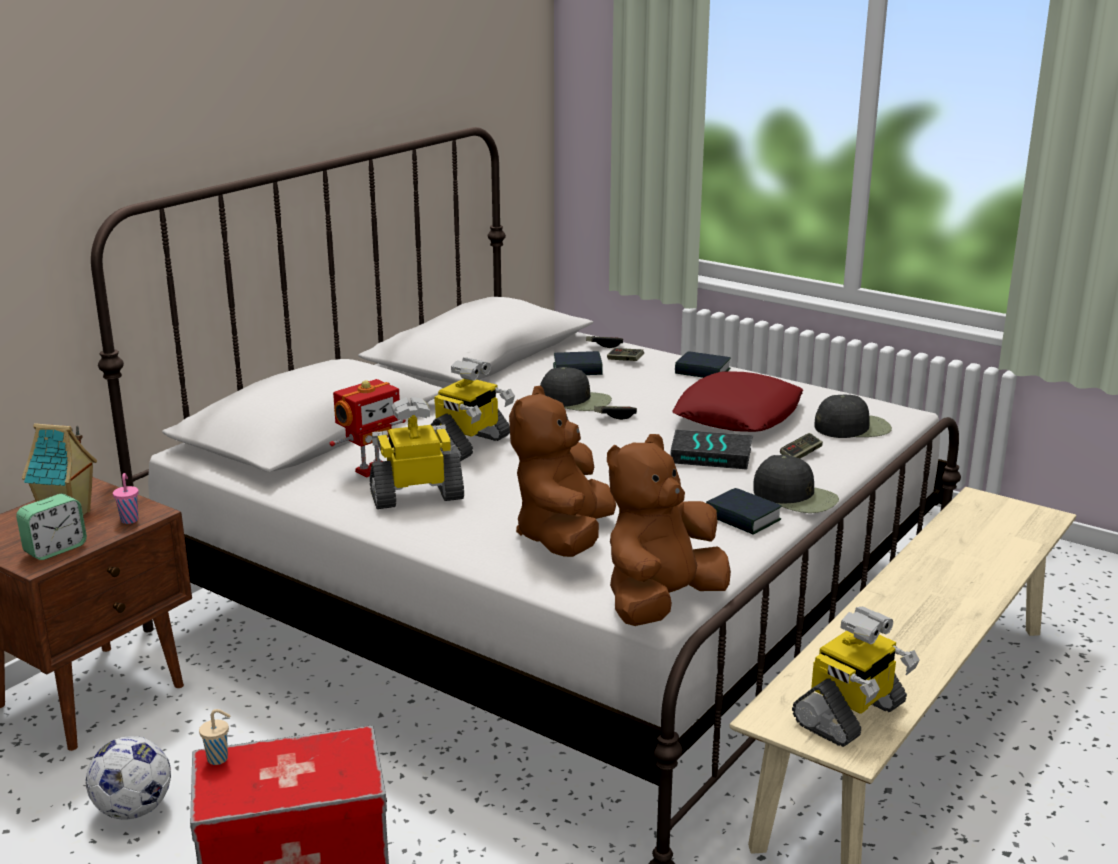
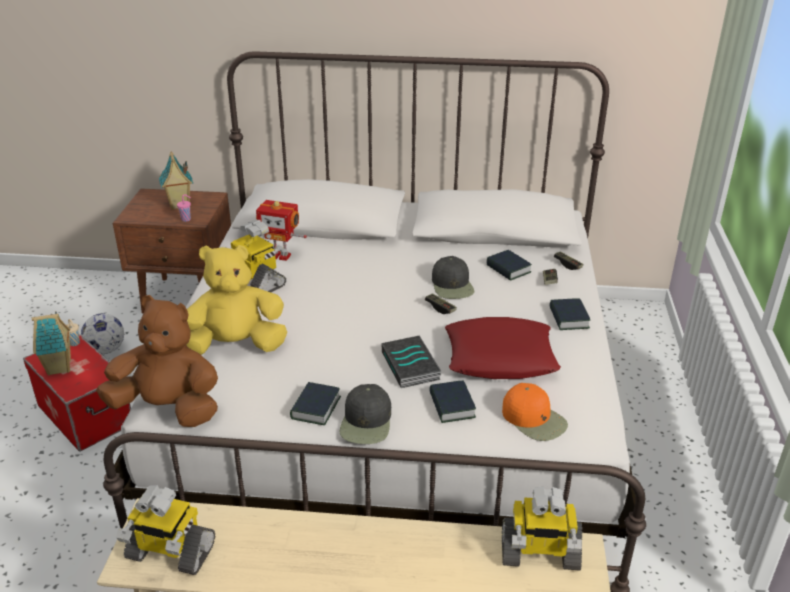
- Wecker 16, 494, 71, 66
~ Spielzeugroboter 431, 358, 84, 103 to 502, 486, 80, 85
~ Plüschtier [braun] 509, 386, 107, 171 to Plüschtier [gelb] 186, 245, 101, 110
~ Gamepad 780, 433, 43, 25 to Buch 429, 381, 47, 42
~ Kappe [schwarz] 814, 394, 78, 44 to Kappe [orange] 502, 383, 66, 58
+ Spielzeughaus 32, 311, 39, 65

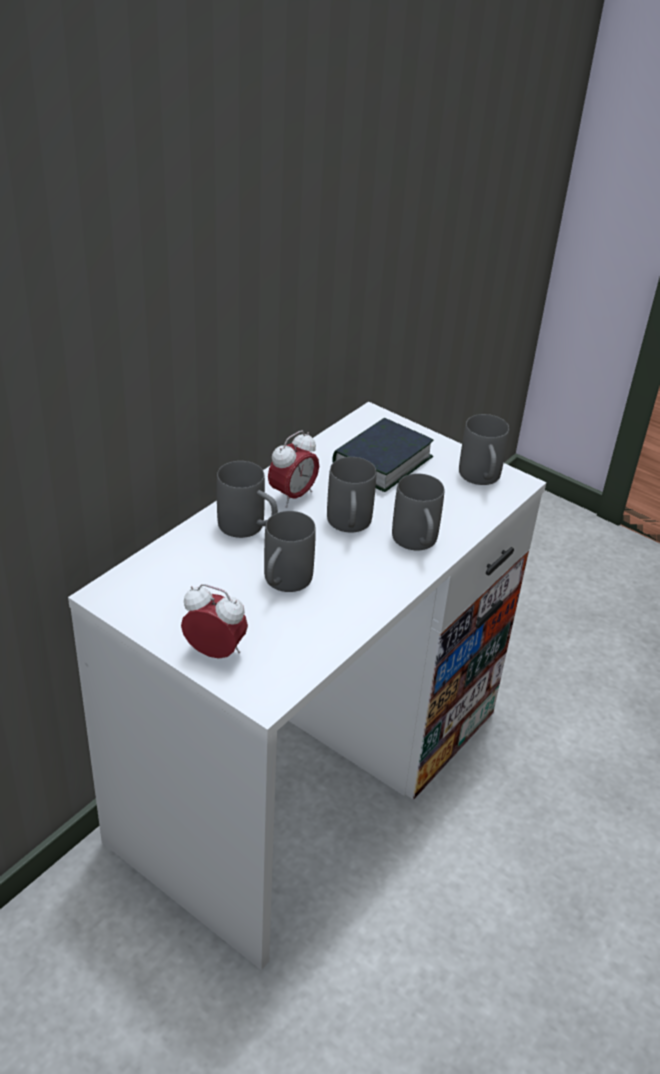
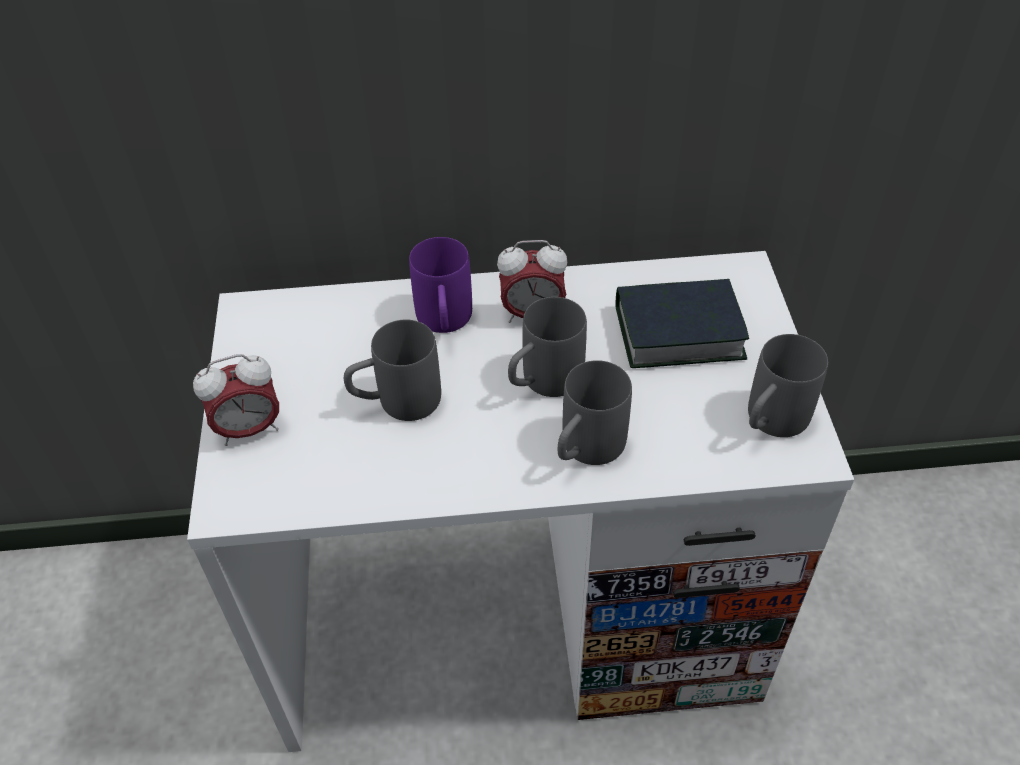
~ Wecker 181, 584, 67, 75 = 193, 354, 86, 92 90 degrees clockwise
~ Henkelbecher [grau] 217, 461, 61, 77 to Henkelbecher [lila] 409, 237, 63, 96

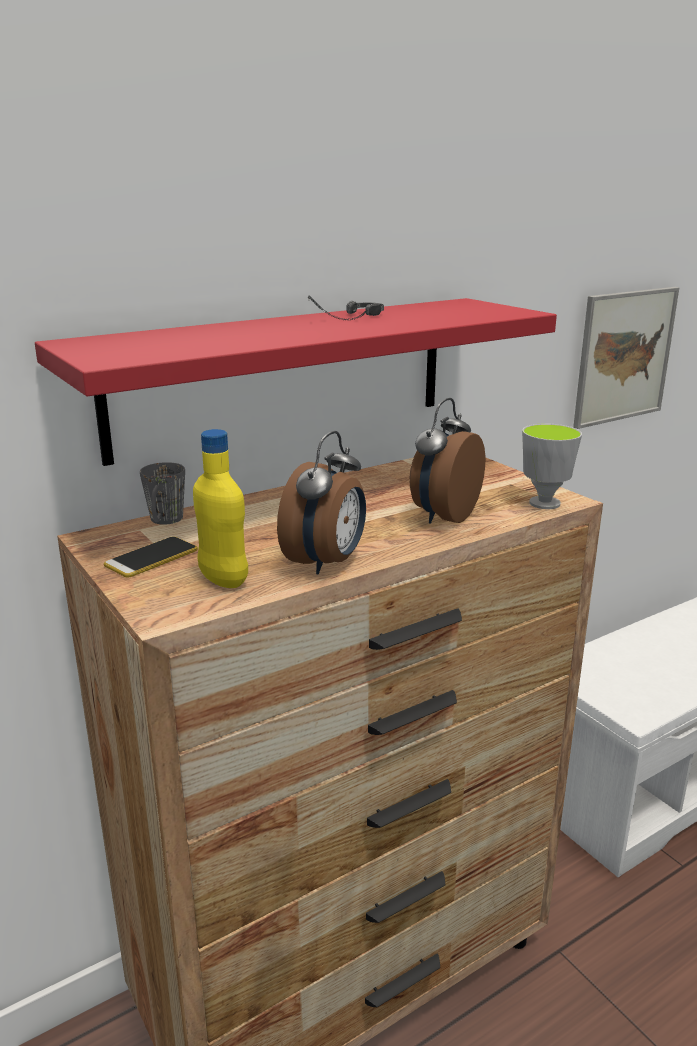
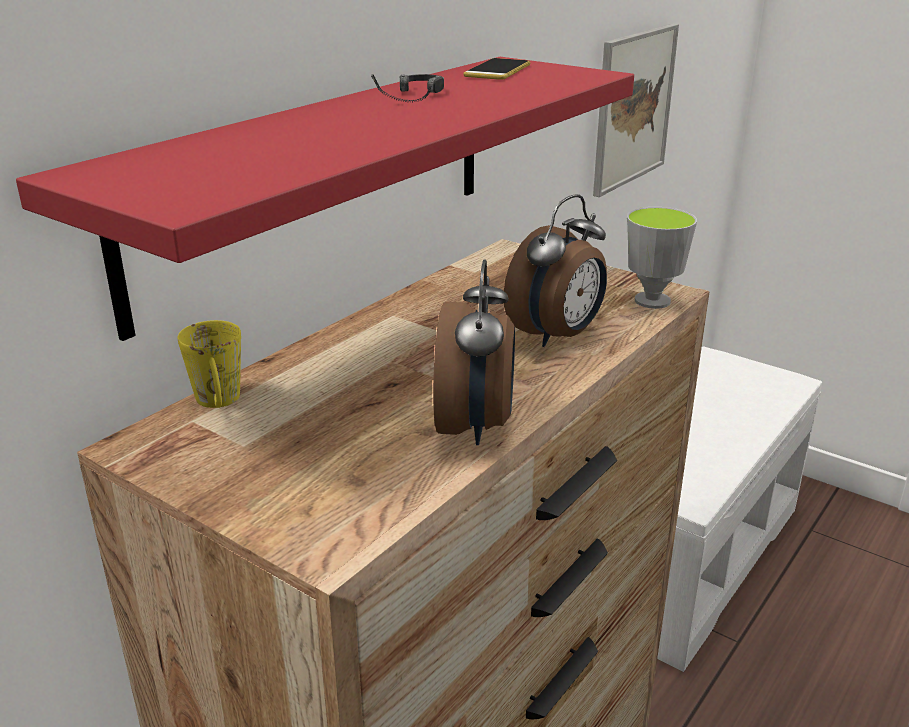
~ Handy 104, 536, 94, 42 to 463, 58, 67, 22
~ Henkelbecher [grau] 140, 462, 45, 63 to Henkelbecher [gelb] 178, 320, 63, 88
- Flasche [gelb] 193, 429, 55, 159
~ Wecker 409, 398, 76, 126 = 504, 194, 103, 153 150 degrees counterclockwise

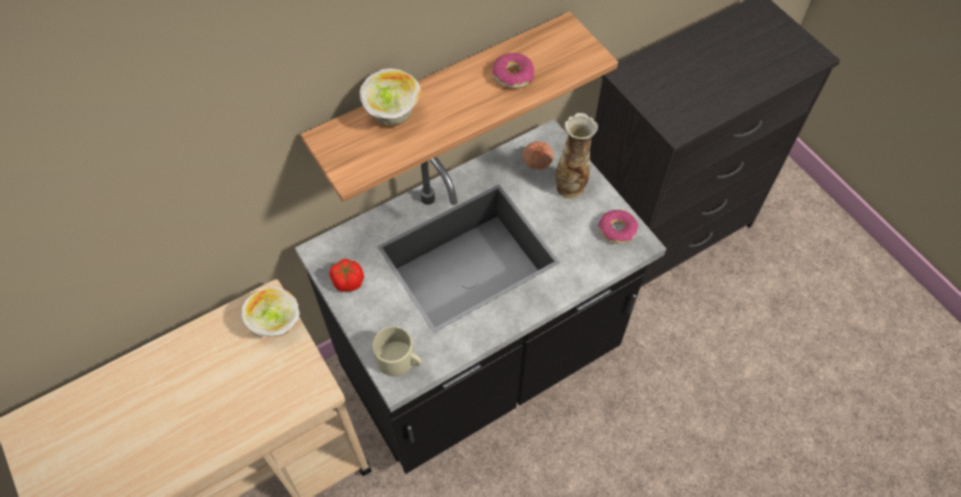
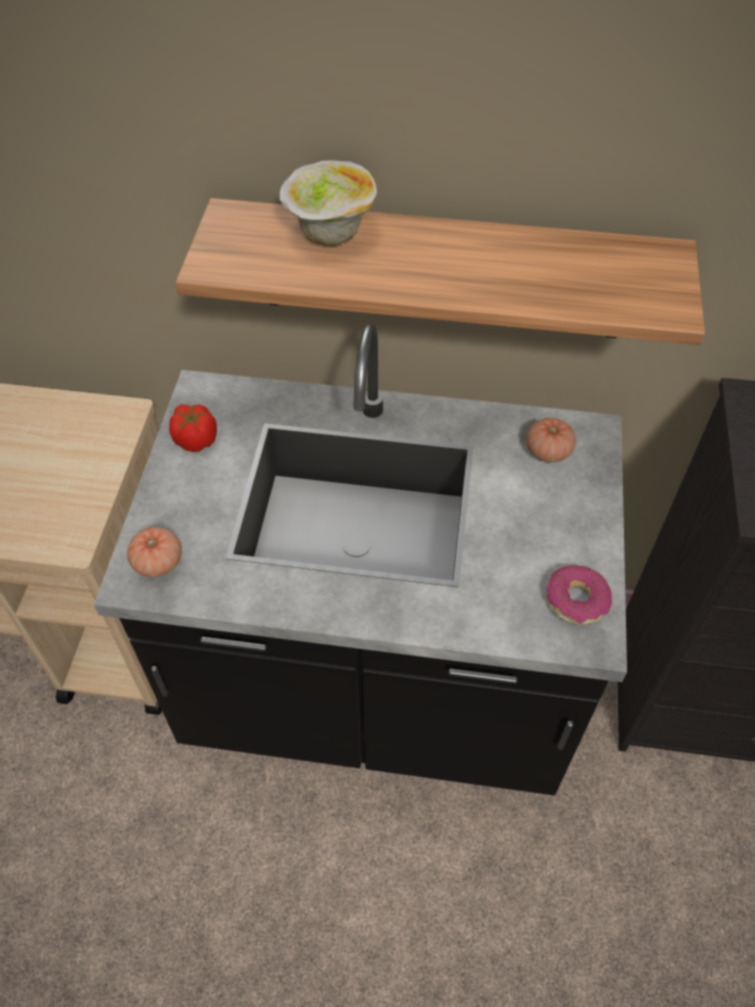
- Schüssel 241, 287, 59, 50
~ Henkelbecher [beige] 372, 326, 50, 51 to Tomate 127, 527, 55, 50
- Donut 493, 53, 41, 35
- Vase 556, 113, 42, 86

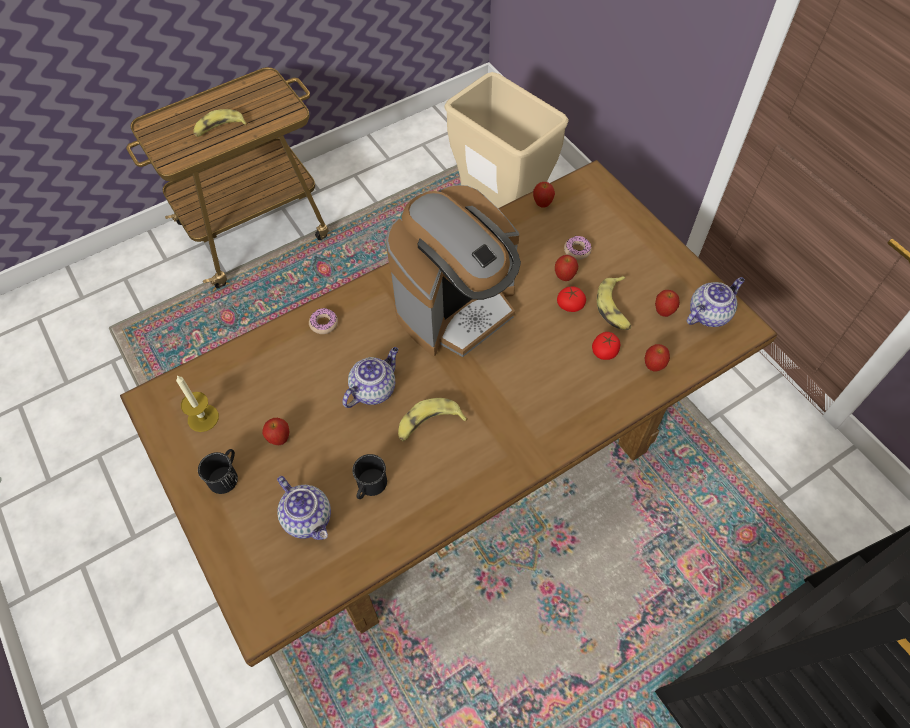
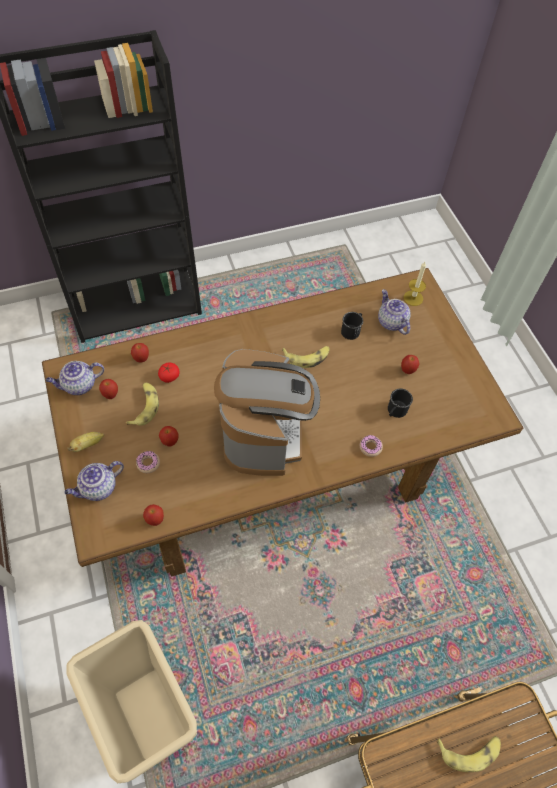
~ Kerze 176, 375, 43, 57 to 404, 262, 22, 44
~ Henkelbecher [schwarz] 198, 449, 40, 45 to 388, 388, 25, 30
~ Teekanne 342, 347, 56, 61 to 65, 461, 59, 40
~ Kaffeemaschine 386, 185, 135, 172 = 214, 349, 106, 127 120 degrees clockwise
- Tomate 557, 287, 29, 25
+ Banane 67, 432, 38, 20

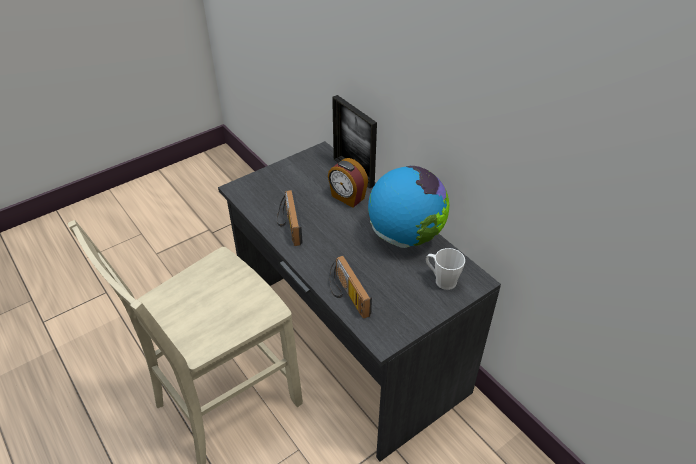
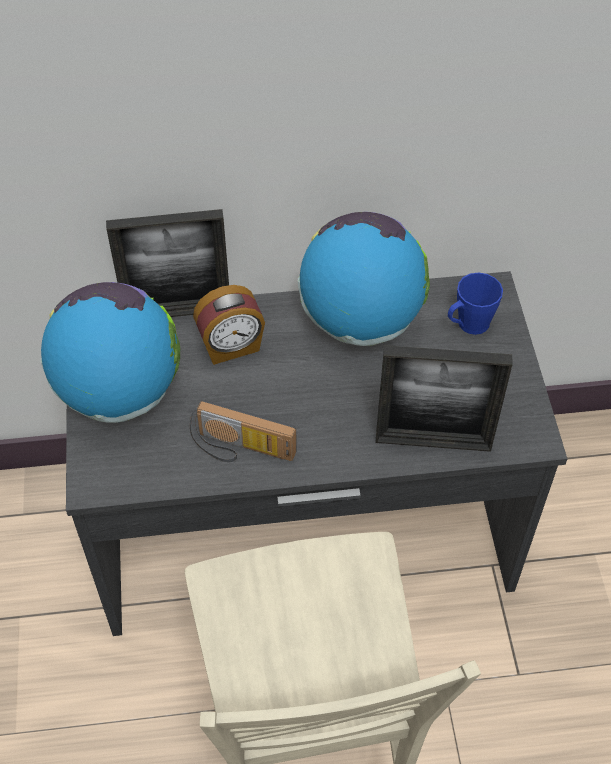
~ Radio 329, 255, 43, 64 to Bilderrahmen 375, 345, 138, 107
~ Henkelbecher [weiß] 426, 248, 39, 42 to Henkelbecher [blau] 448, 272, 55, 63
+ Globus 41, 282, 139, 141

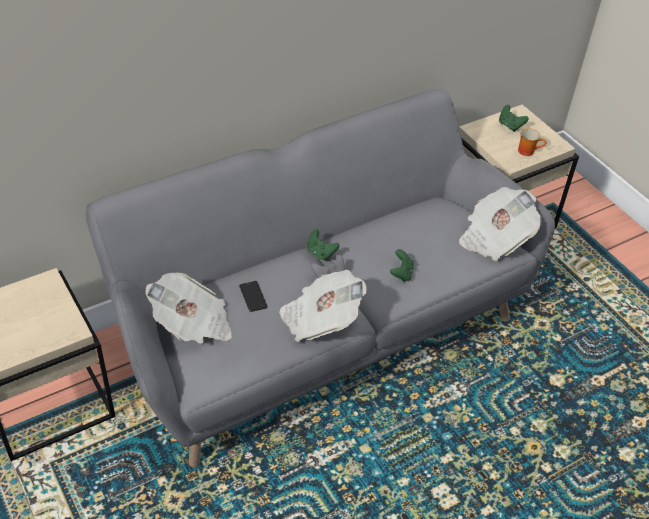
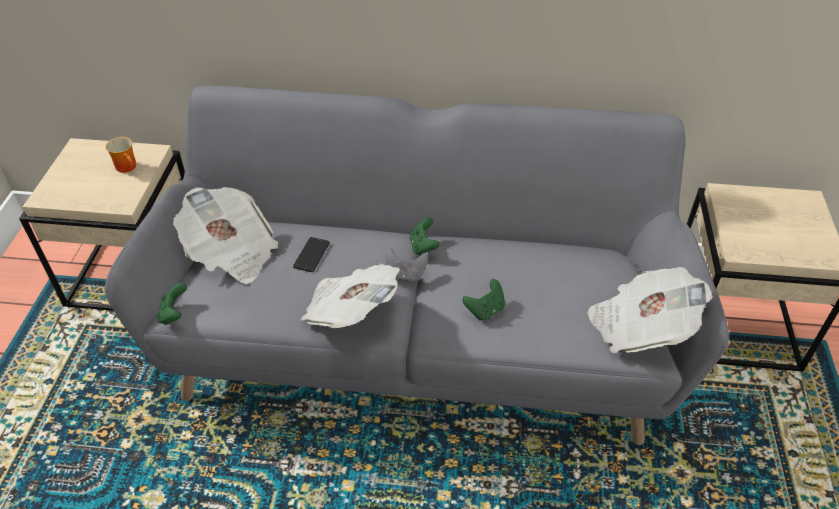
~ Gamepad [grün] 499, 105, 30, 27 to 156, 283, 31, 42
~ Henkelbecher 518, 128, 29, 28 to 105, 137, 31, 36

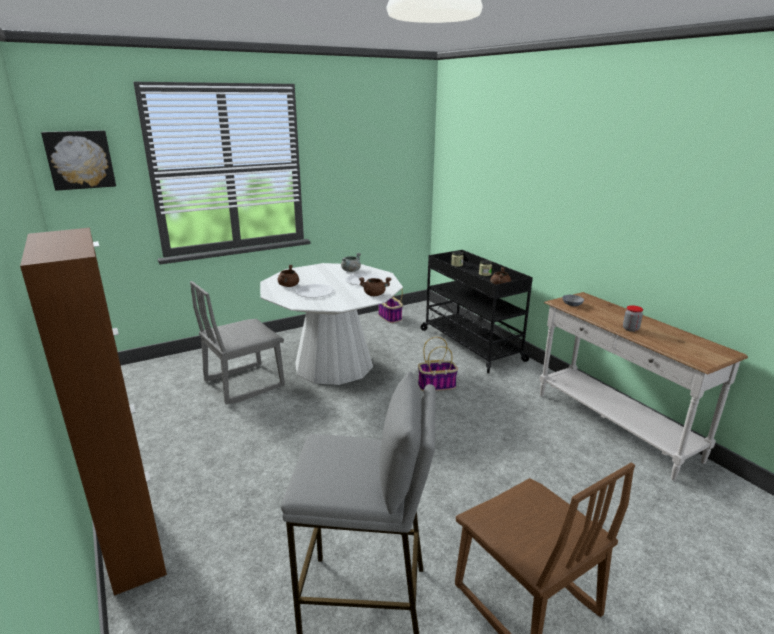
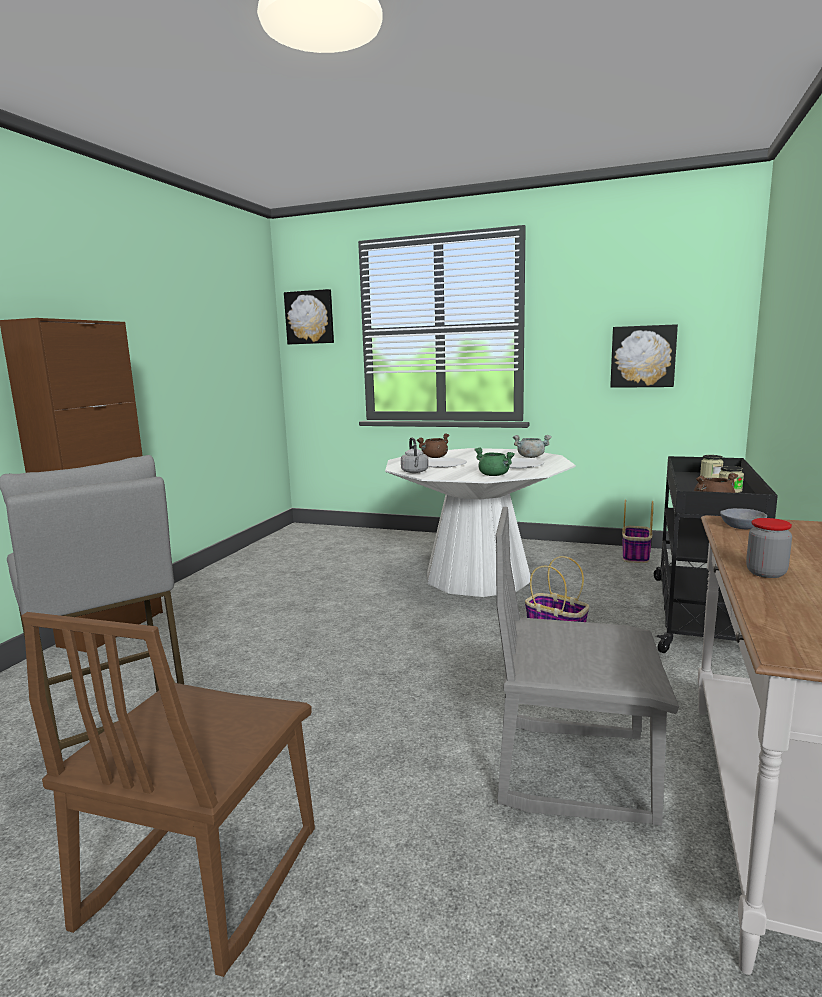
~ Stuhl [grau] 190, 281, 95, 124 to 496, 507, 183, 319
~ Kochtopf [braun] 359, 277, 33, 19 to Kochtopf [grün] 474, 447, 41, 29
+ Wasserkessel [grau] 401, 437, 28, 36
+ Bild 610, 324, 68, 64

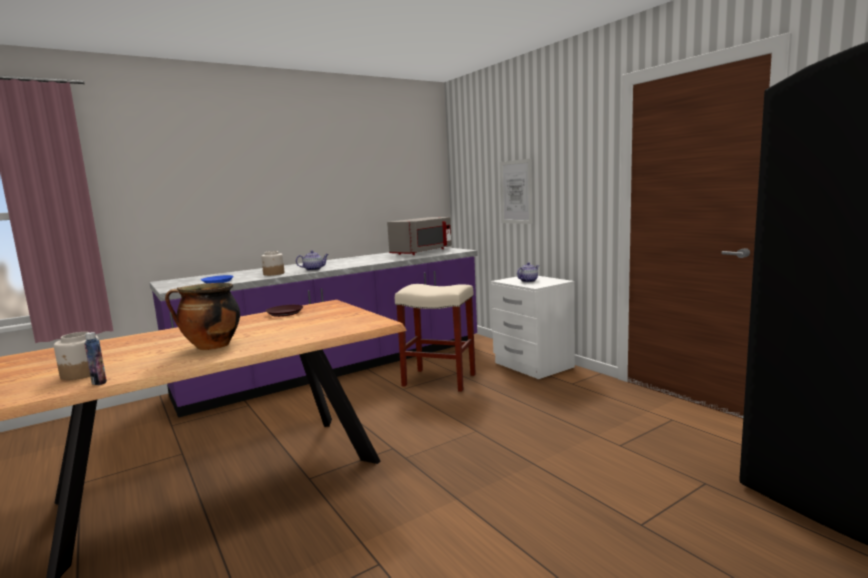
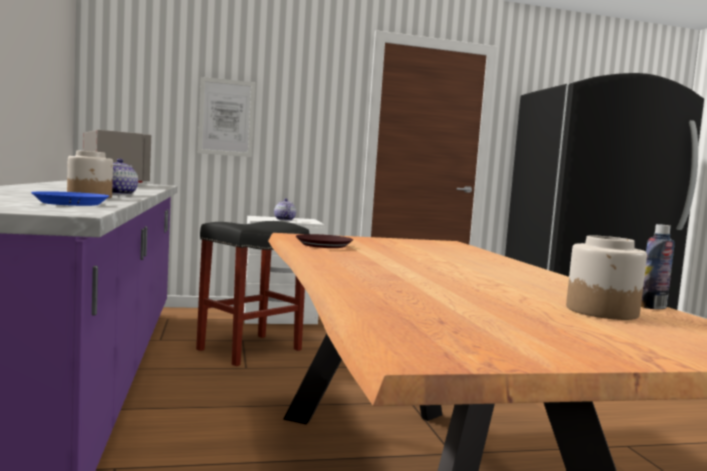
- Kochtopf 165, 283, 75, 67
~ Hocker [beige] 395, 284, 81, 108 to Hocker [schwarz] 196, 221, 113, 145

